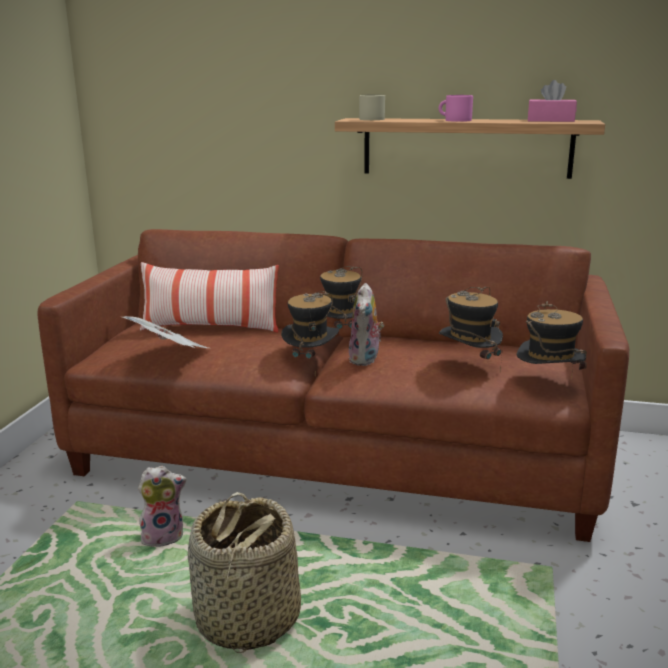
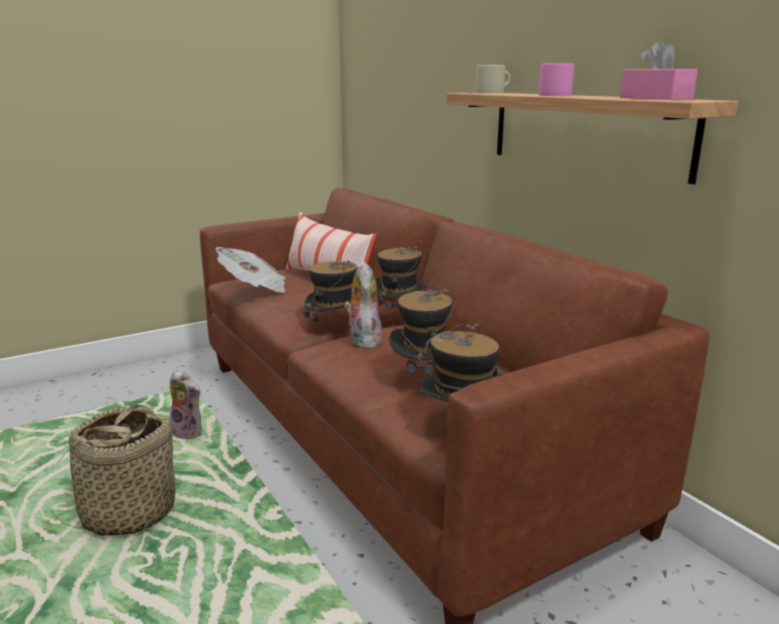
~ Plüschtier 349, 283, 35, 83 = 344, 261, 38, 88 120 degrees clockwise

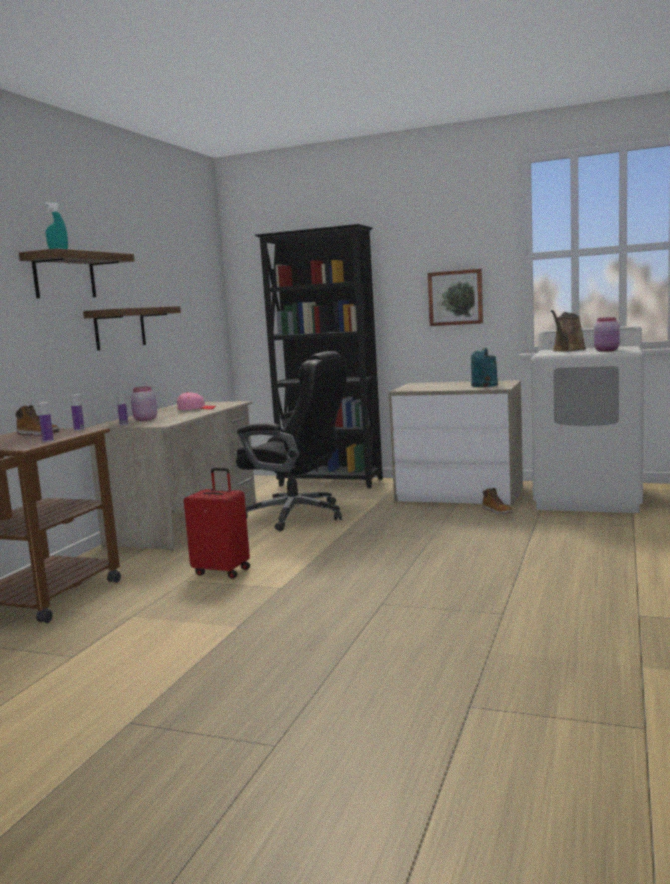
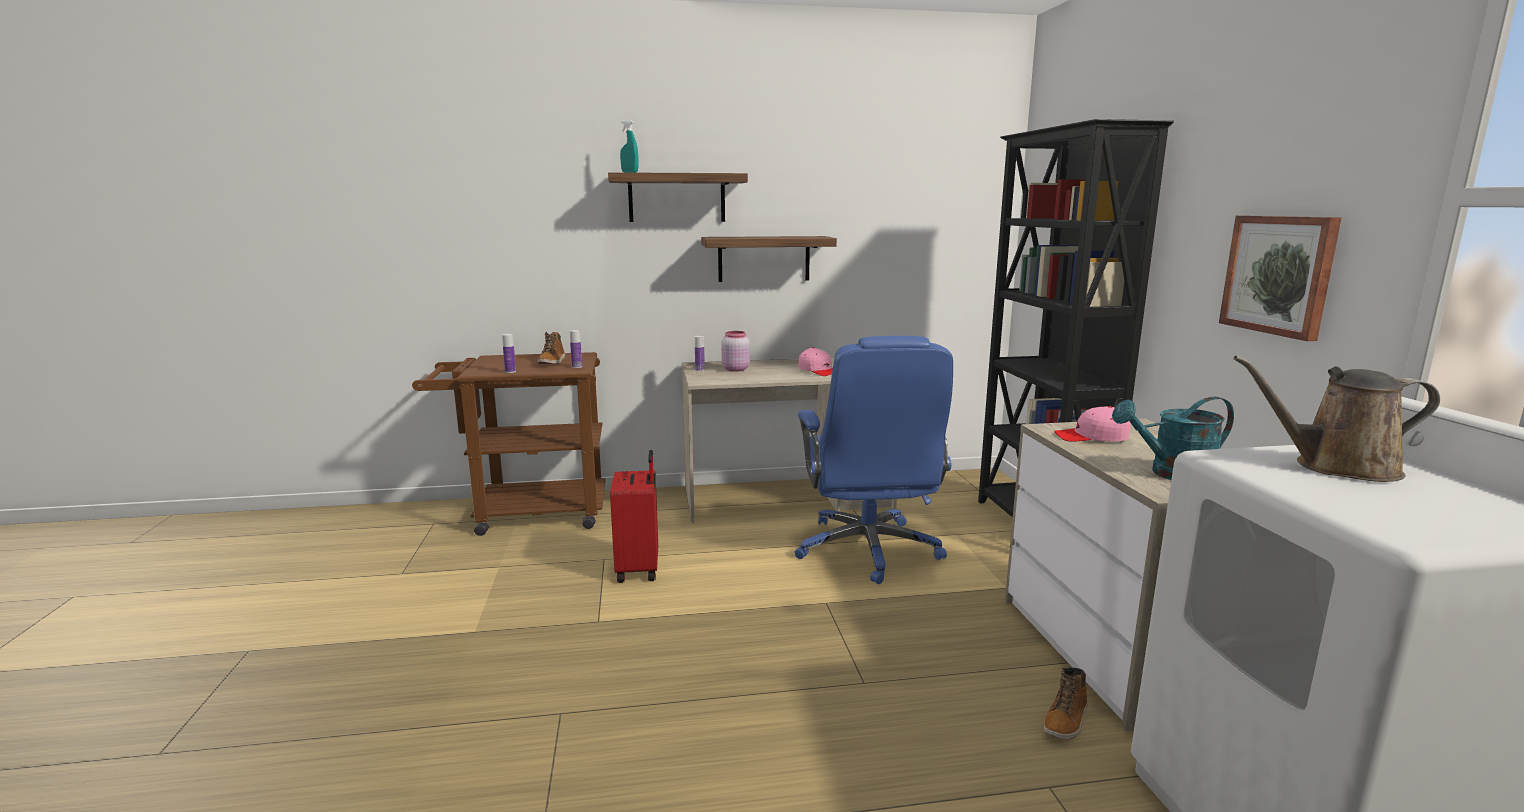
~ Bürostuhl [schwarz] 236, 351, 111, 180 to Bürostuhl [blau] 794, 336, 159, 248
- Vorratsglas [rosa] 594, 317, 26, 35
+ Kappe [rosa] 1054, 406, 76, 36

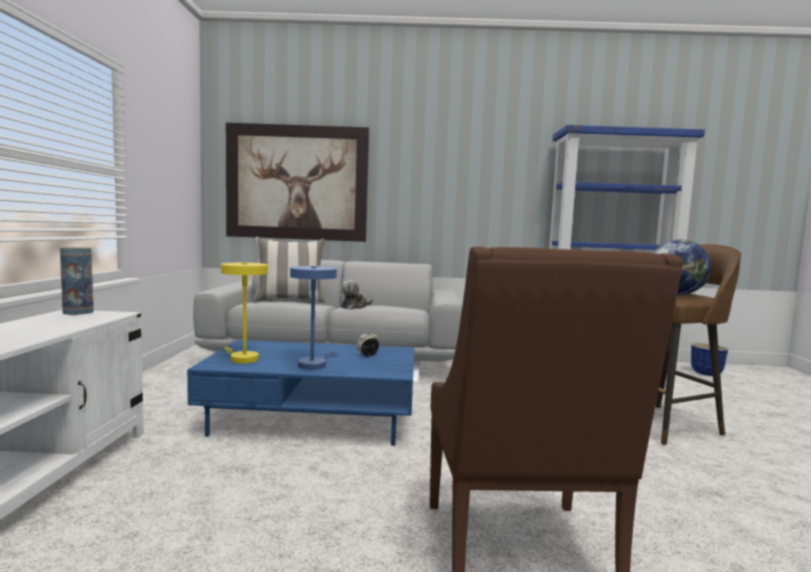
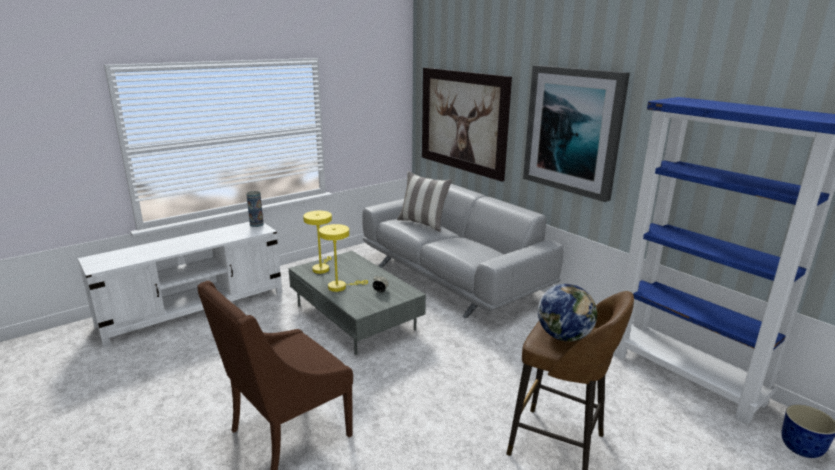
~ Couchtisch [blau] 187, 340, 227, 106 to Couchtisch [grau] 289, 251, 137, 104
~ Tischlampe [blau] 290, 266, 48, 104 to Tischlampe [gelb] 319, 224, 49, 68
- Plüschtier 341, 280, 32, 29
+ Bild 523, 65, 107, 137

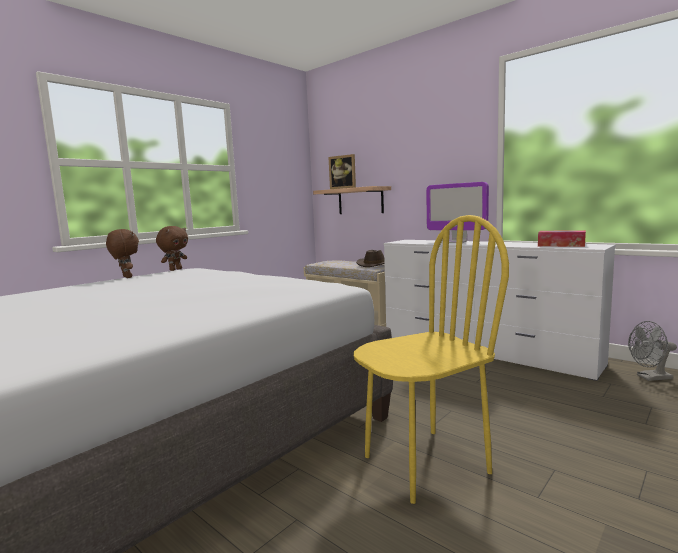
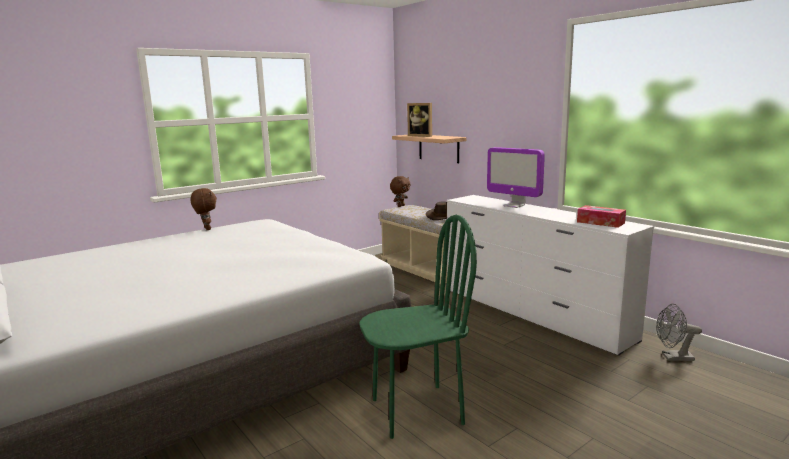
~ Plüschtier [braun] 156, 226, 32, 45 to 390, 176, 21, 31
~ Stuhl [gelb] 354, 215, 155, 289 to Stuhl [grün] 359, 215, 118, 224

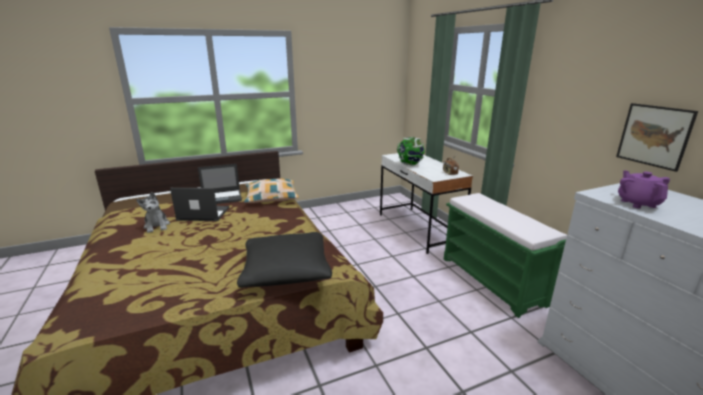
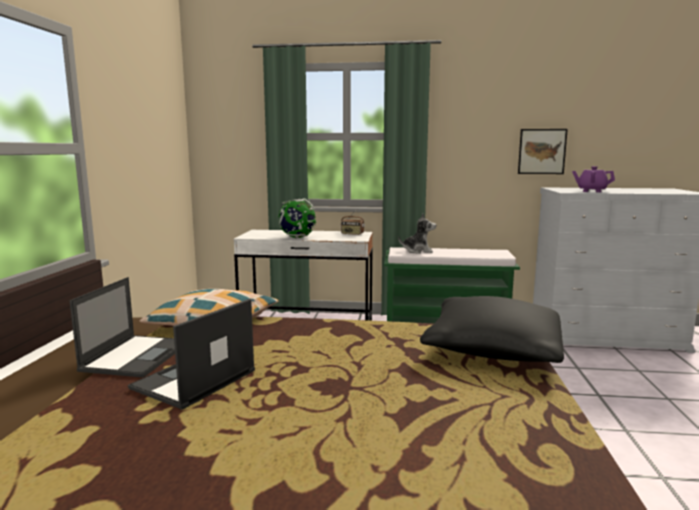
~ Plüschtier 136, 192, 34, 41 to 398, 213, 38, 41

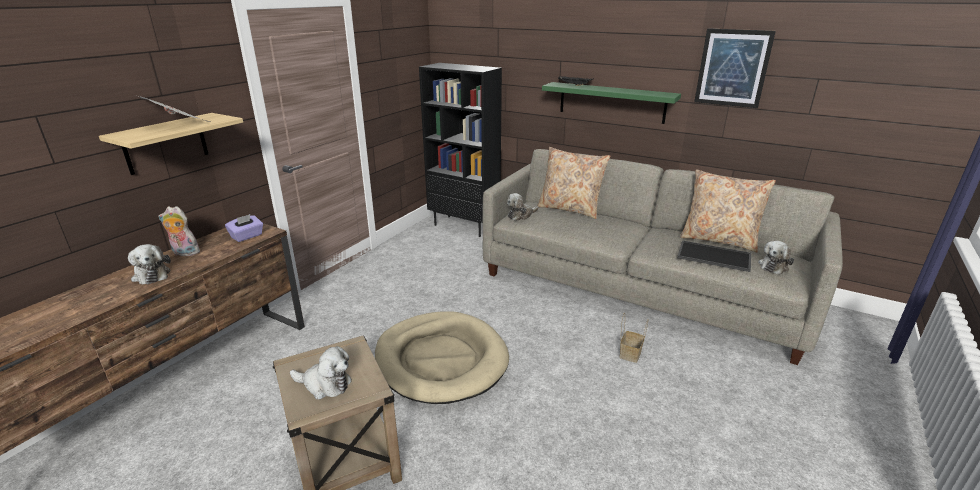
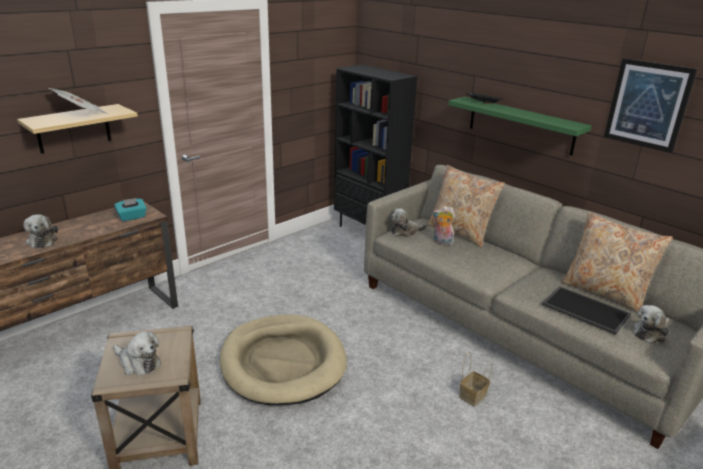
~ Plüschtier 158, 206, 42, 50 to 432, 206, 23, 40
~ Taschentuchbox [lila] 225, 214, 38, 28 to Taschentuchbox [türkis] 114, 198, 33, 23

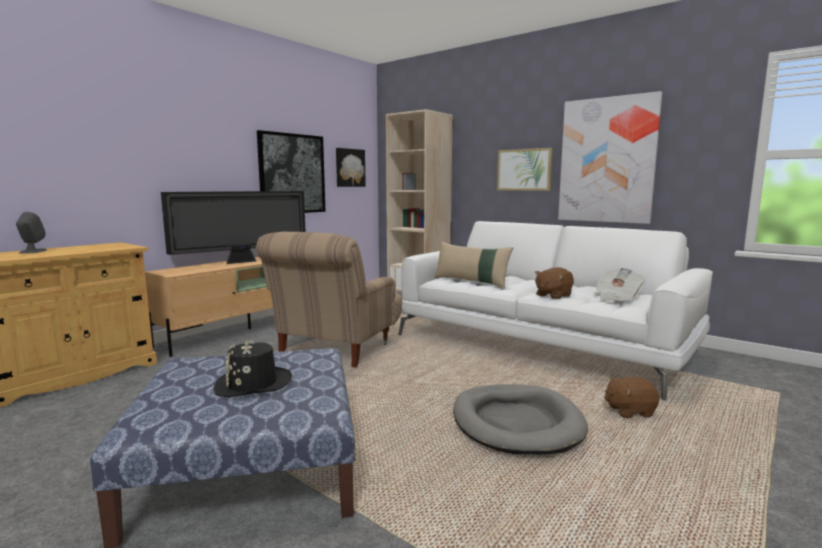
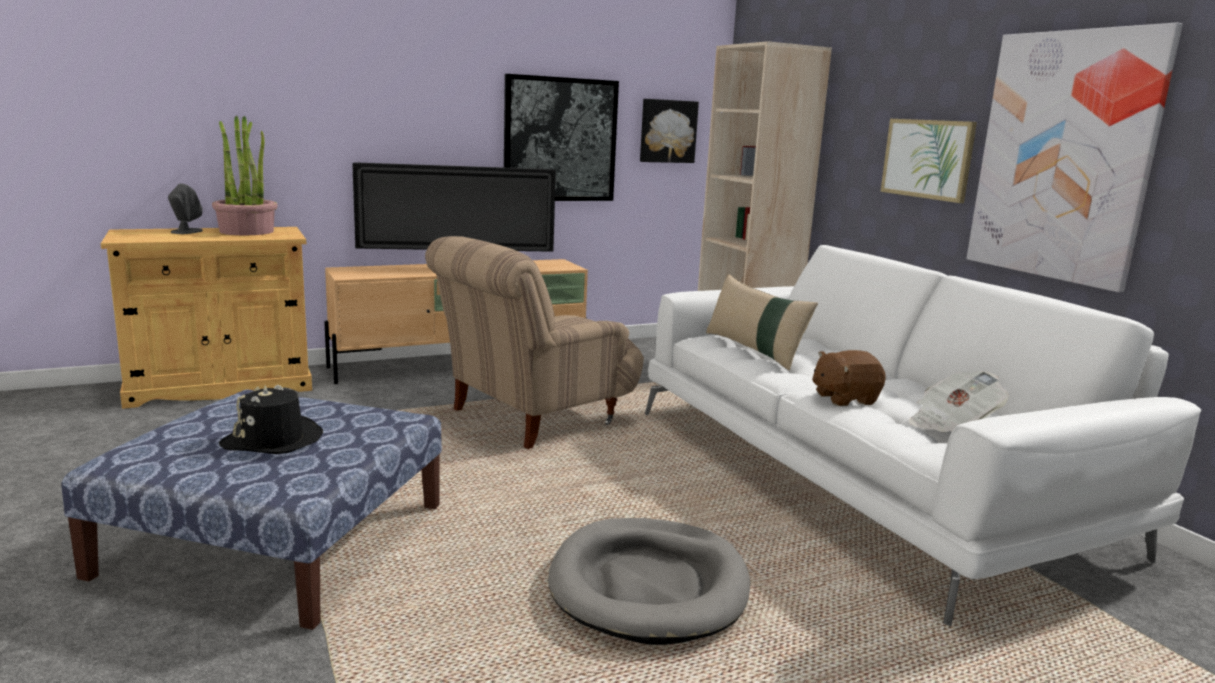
- Plüschtier [braun] 604, 376, 56, 42
+ Topfpflanze 212, 115, 66, 120

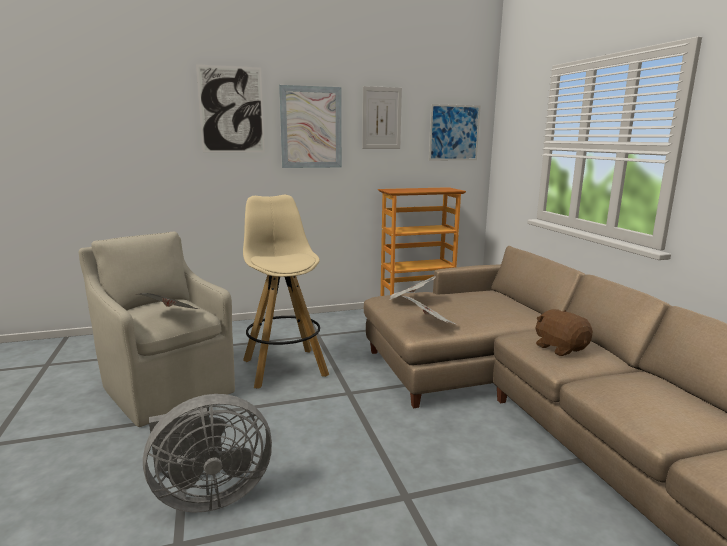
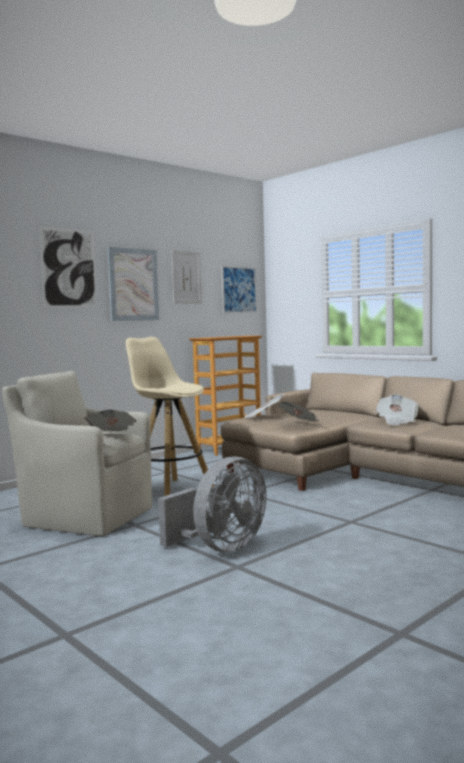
~ Plüschtier [braun] 535, 309, 58, 47 to Zeitung 376, 394, 42, 31

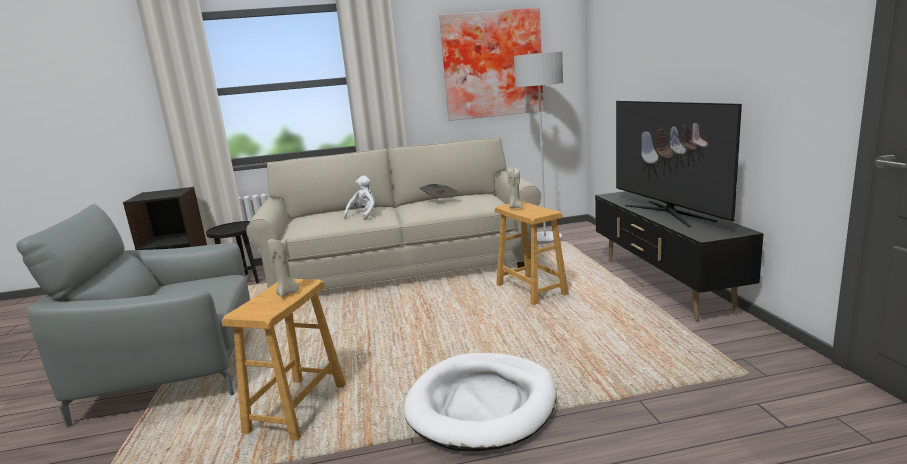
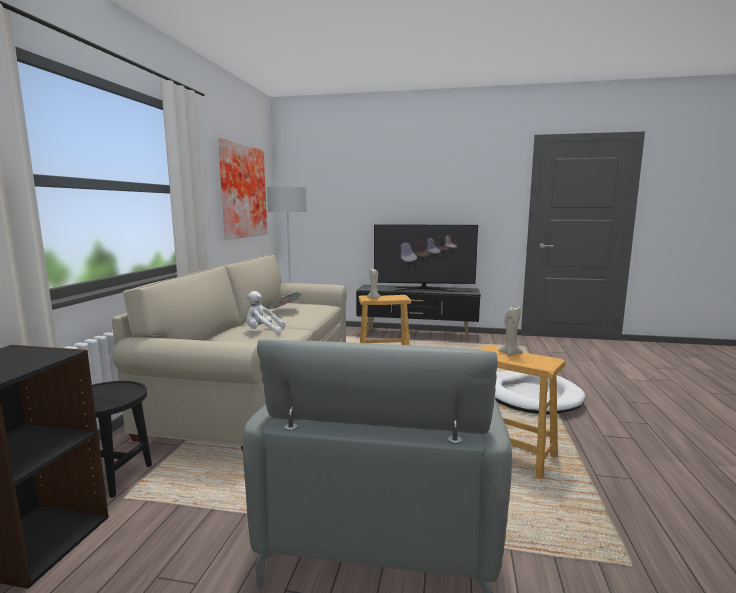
~ Plüschtier [weiß] 344, 176, 31, 44 = 246, 291, 39, 43 45 degrees counterclockwise

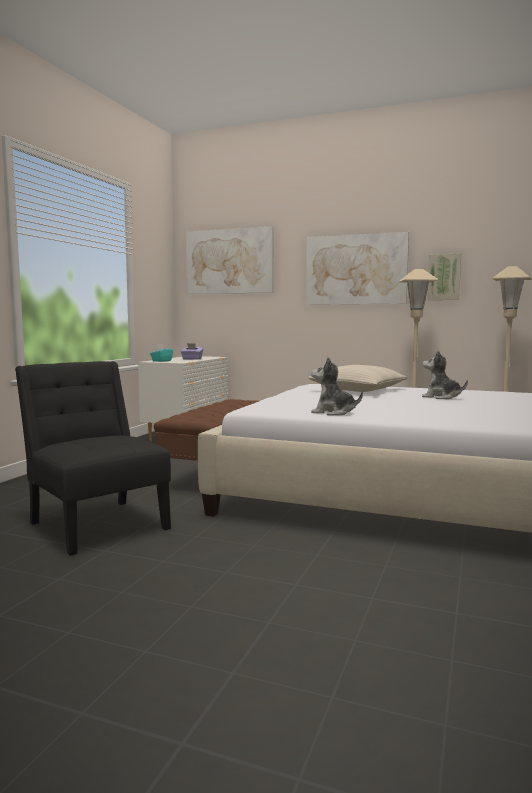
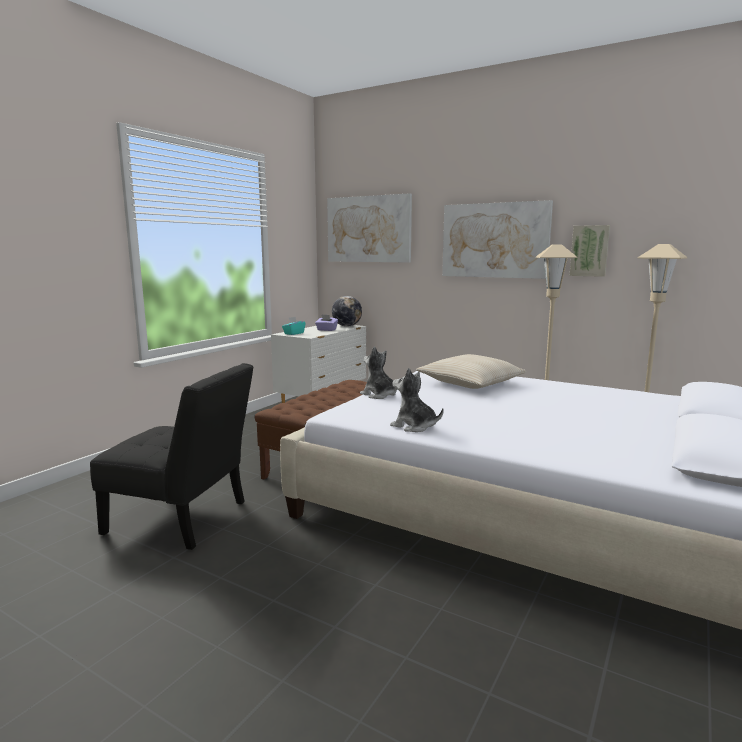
~ Stuhl [schwarz] 15, 361, 156, 195 = 90, 363, 163, 187 135 degrees clockwise
~ Plüschtier 422, 350, 46, 49 to 360, 347, 37, 52
+ Globus 332, 296, 30, 31

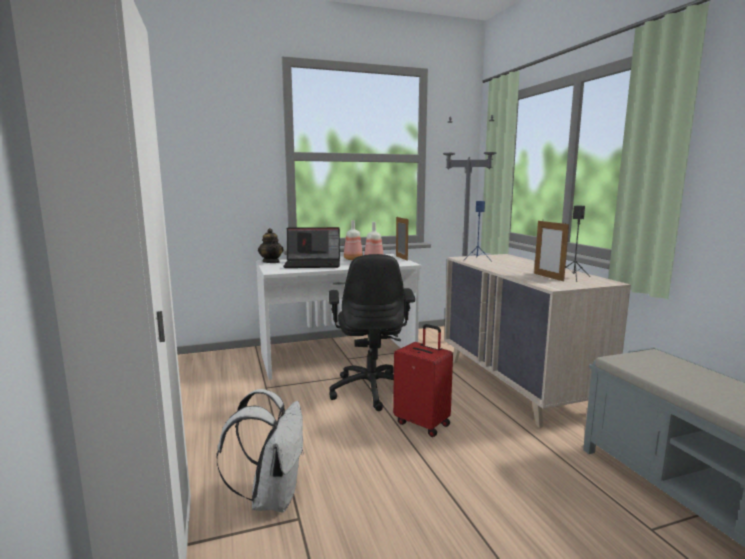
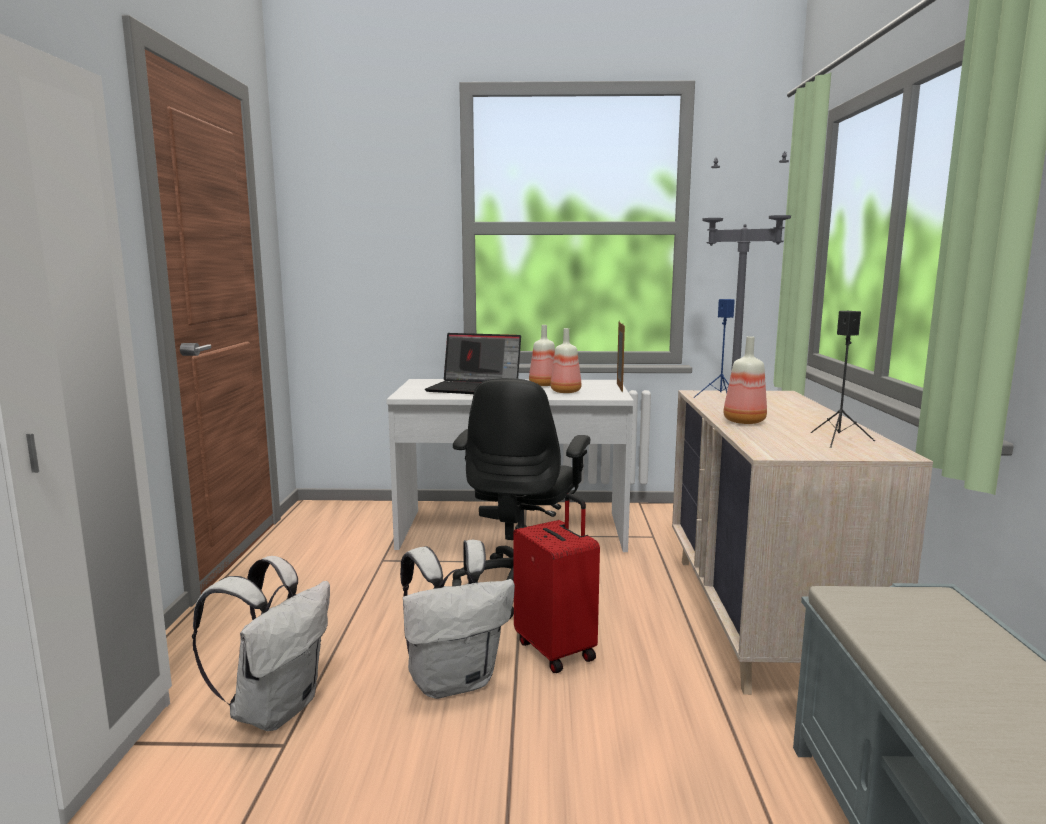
- Teekanne 258, 228, 26, 35
- Bilderrahmen 534, 219, 35, 63
+ Rucksack [weiß] 400, 540, 115, 159
+ Flasche 723, 336, 44, 88

